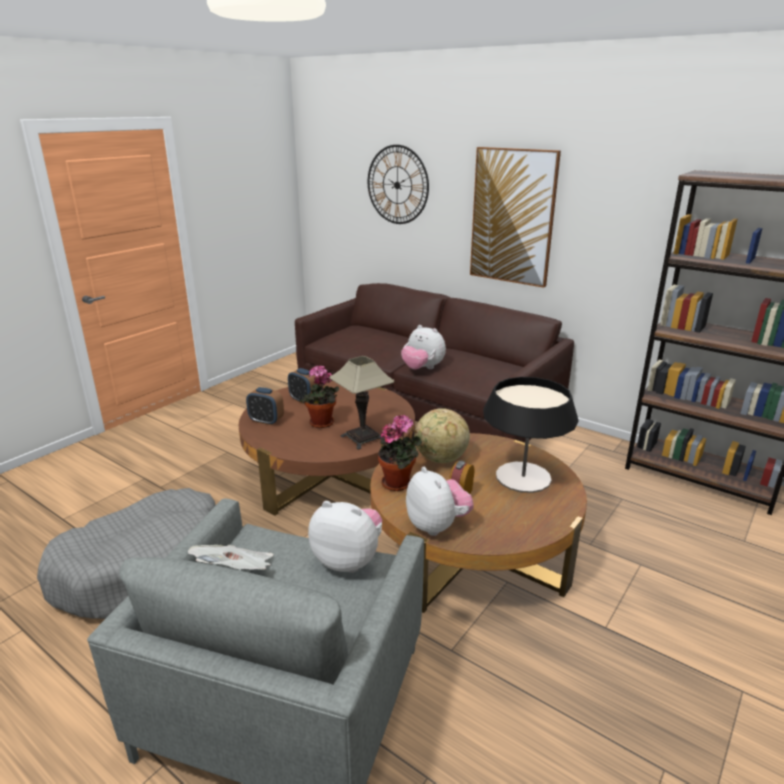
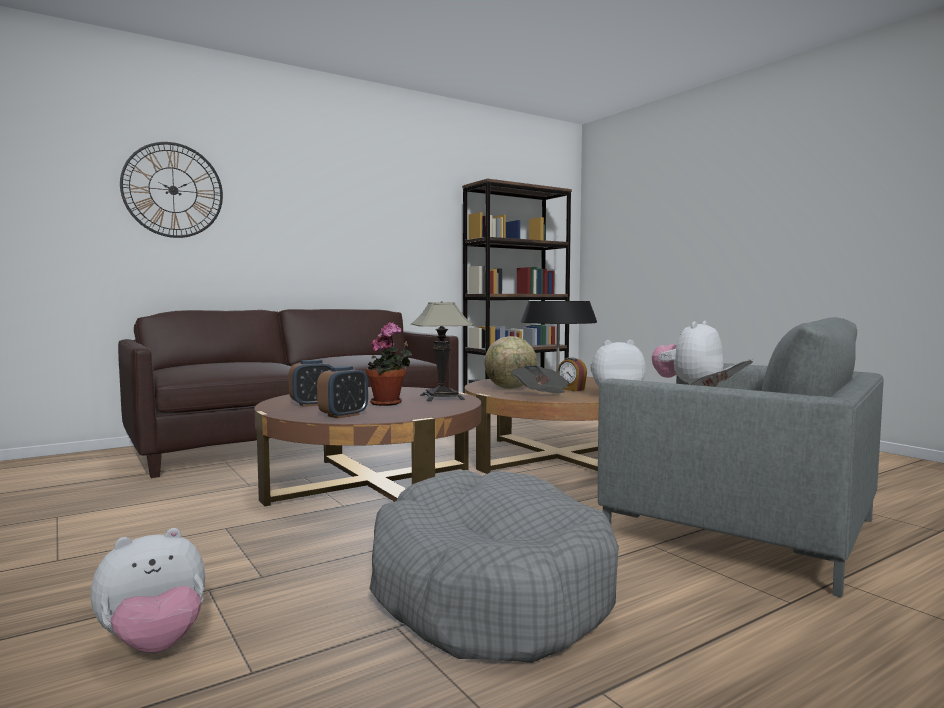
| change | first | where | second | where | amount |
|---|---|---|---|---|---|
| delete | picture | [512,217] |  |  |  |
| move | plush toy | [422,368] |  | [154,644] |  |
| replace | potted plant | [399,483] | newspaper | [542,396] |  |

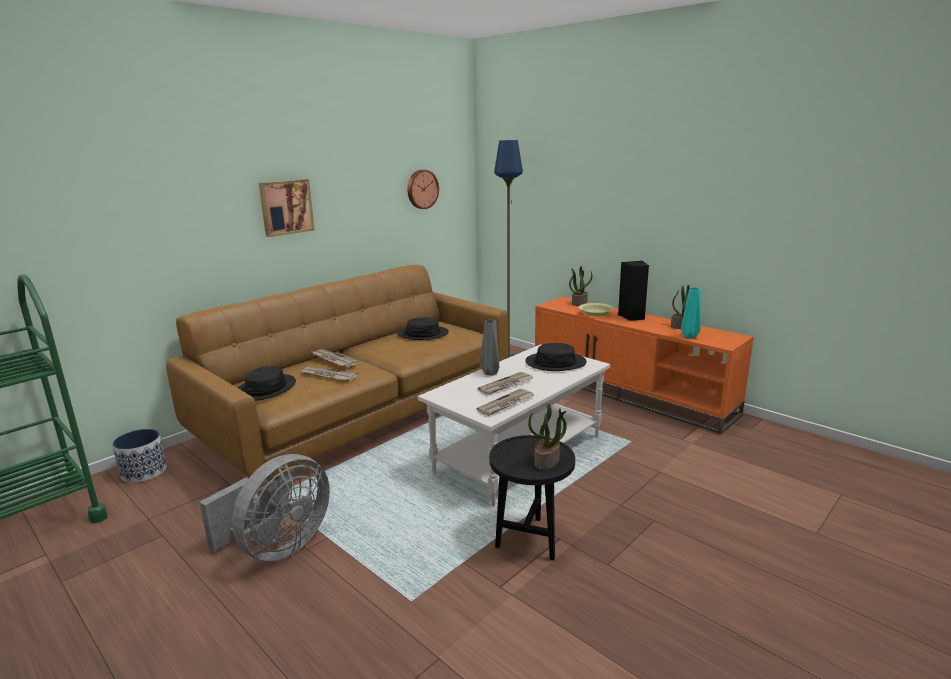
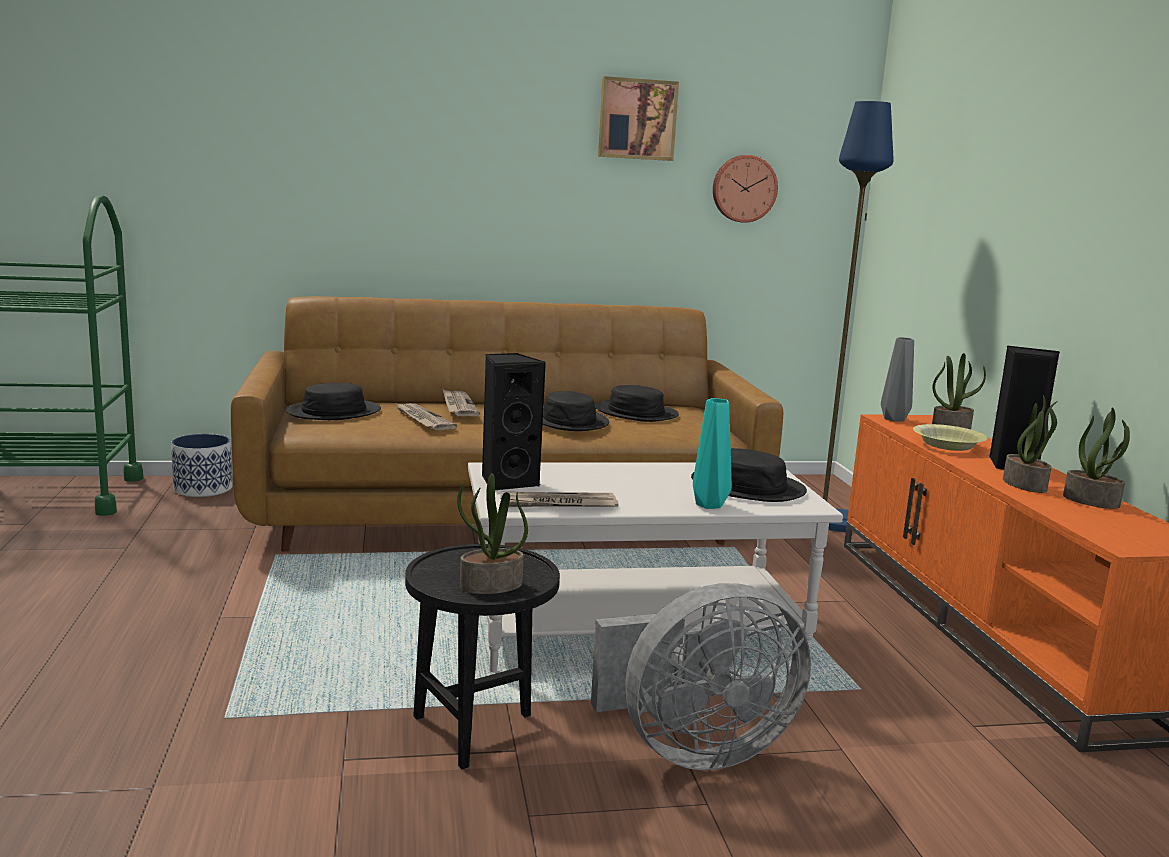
| change | first | where | second | where | amount |
|---|---|---|---|---|---|
| move | picture | [286,207] |  | [637,119] |  |
| move | turquoise vase | [690,336] |  | [710,505] |  |
| move | grey vase | [490,373] |  | [893,419] |  |
| delete | newspaper | [506,385] |  |  |  |
| move | grey fan | [278,547] |  | [693,750] |  |
| insert |  |  | black speaker | [507,481] |  |
| insert |  |  | black hat | [569,421] |  |
| insert |  |  | potted plant | [1025,485] |  |

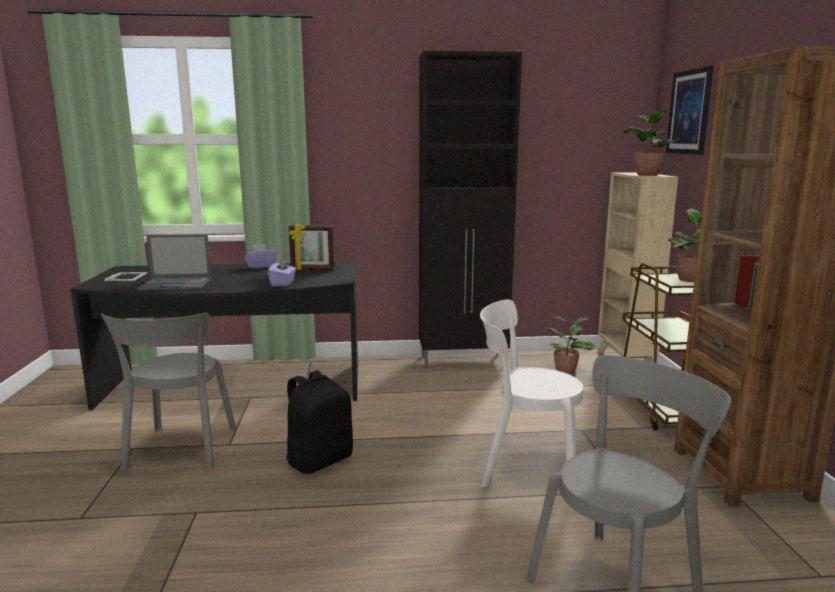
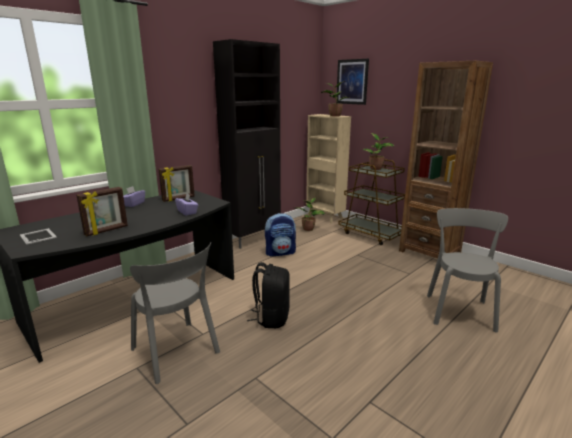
| change | first | where | second | where | amount |
|---|---|---|---|---|---|
| replace | laptop | [177,284] | picture frame | [106,231] |  |
| delete | white chair | [524,466] |  |  |  |
| insert |  |  | backpack | [280,252] |  |

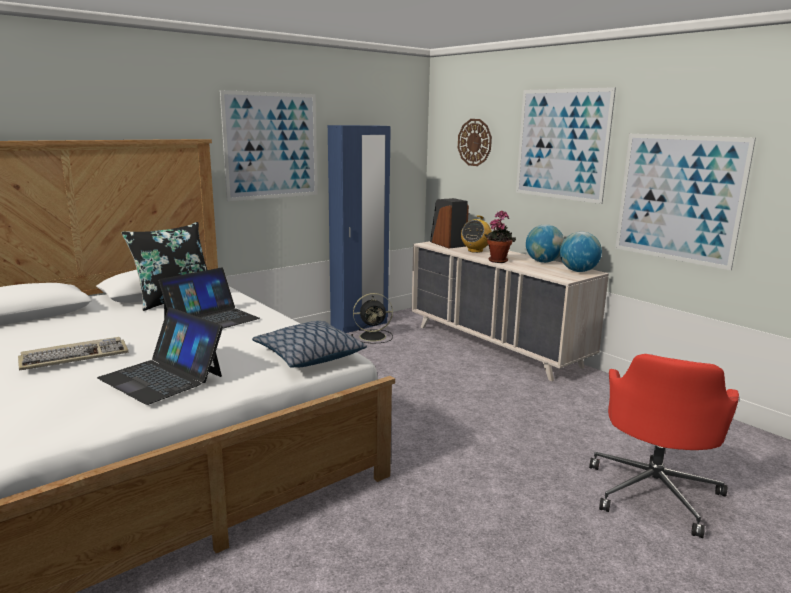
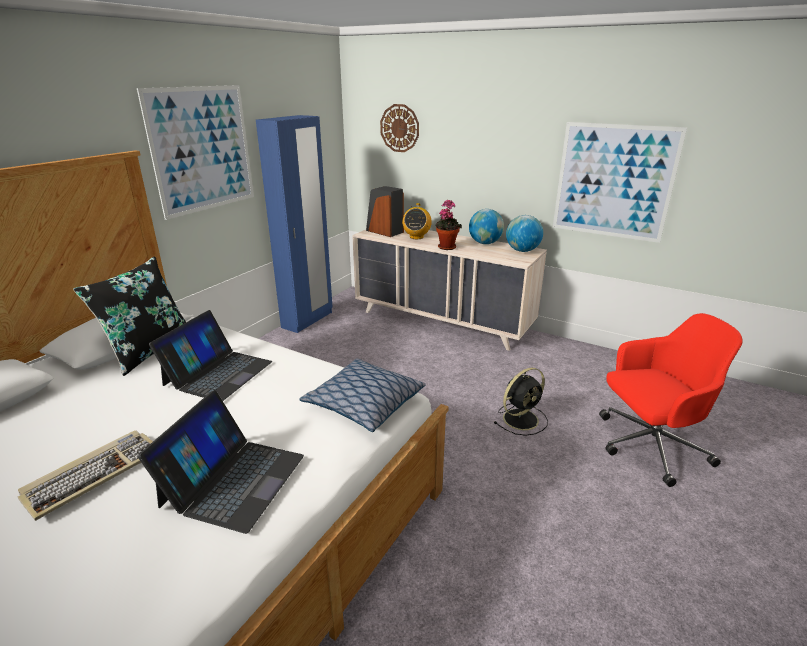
| change | first | where | second | where | amount |
|---|---|---|---|---|---|
| delete | picture | [561,144] |  |  |  |
| move | black fan | [374,336] |  | [522,419] |  |
| rotate | laptop | [162,377] |  | [233,480] | 90 degrees counterclockwise |
| rotate | red office chair | [654,492] |  | [649,446] | 105 degrees counterclockwise |

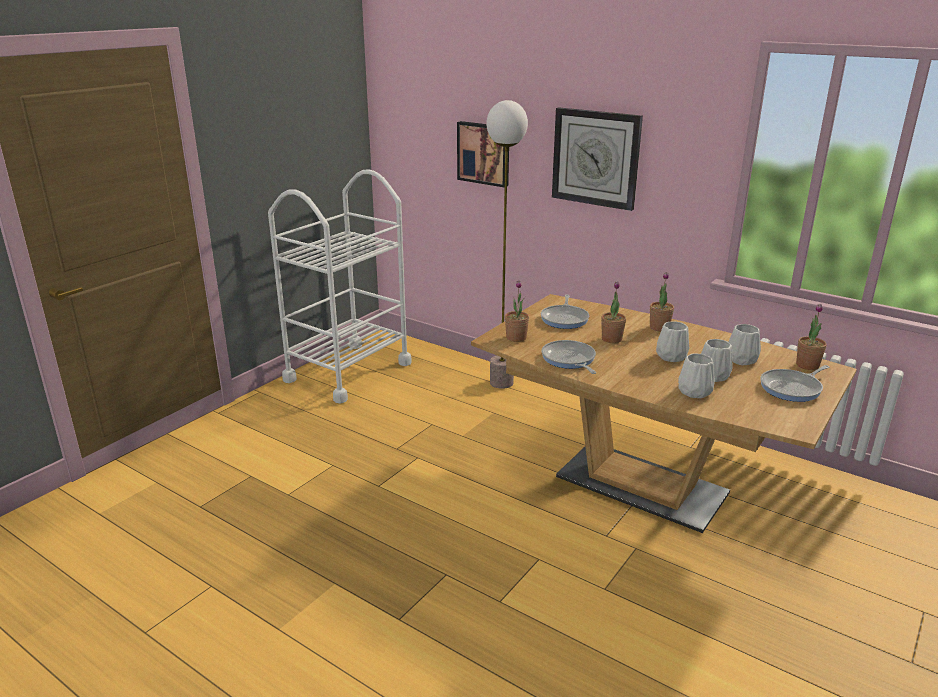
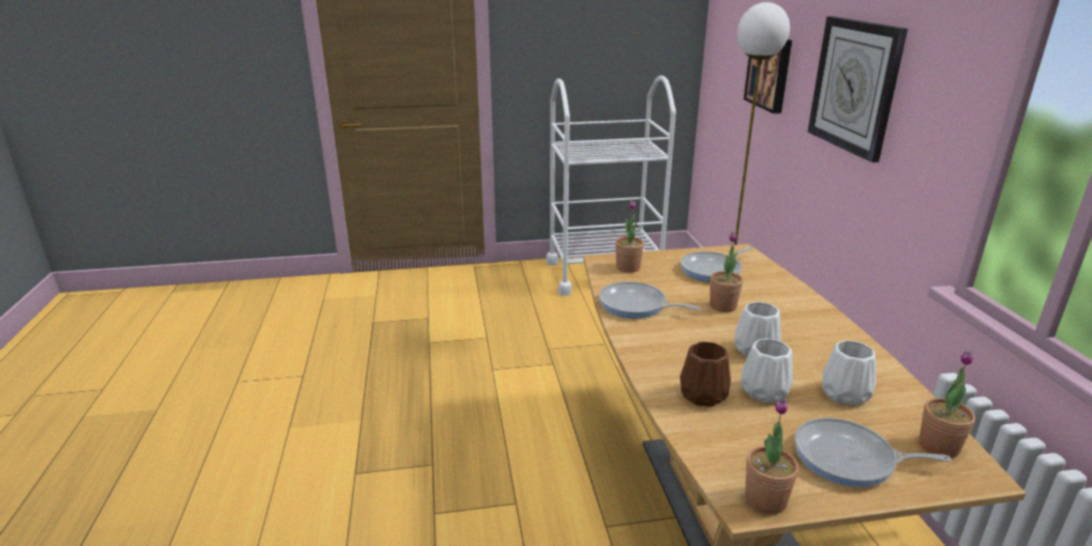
| change | first | where | second | where | amount |
|---|---|---|---|---|---|
| move | potted plant | [659,327] |  | [765,500] |  |
| rotate | frying pan | [569,360] |  | [636,305] | 90 degrees counterclockwise |
| recolor | white vase | [694,392] | brown vase | [701,395] |  |

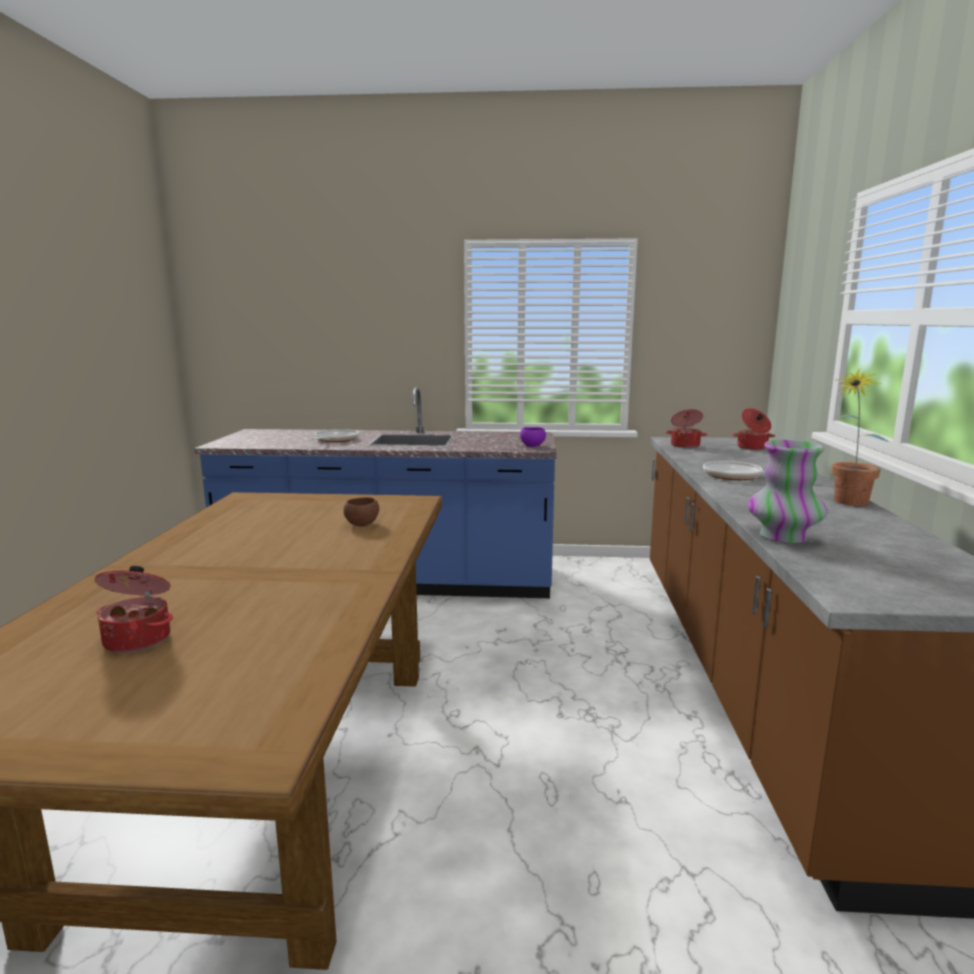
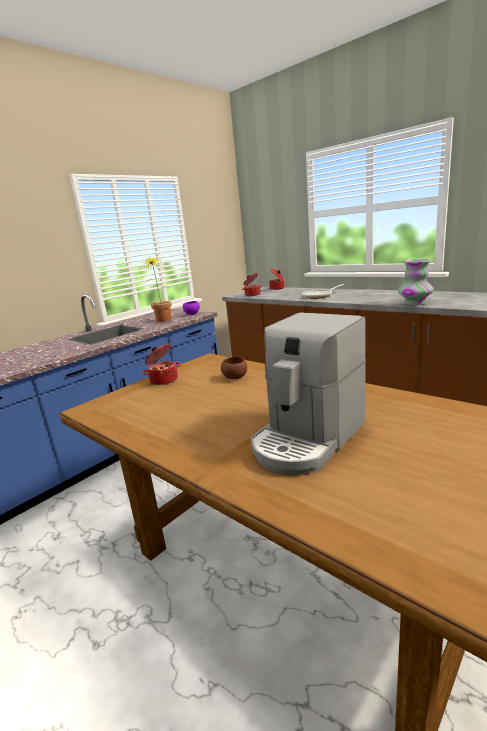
| change | first | where | second | where | amount |
|---|---|---|---|---|---|
| move | potted plant | [846,503] |  | [163,321] |  |
| delete | frying pan | [334,440] |  |  |  |
| move | cooking pot | [139,639] |  | [163,380] |  |
| insert |  |  | coffee machine | [308,439] |  |

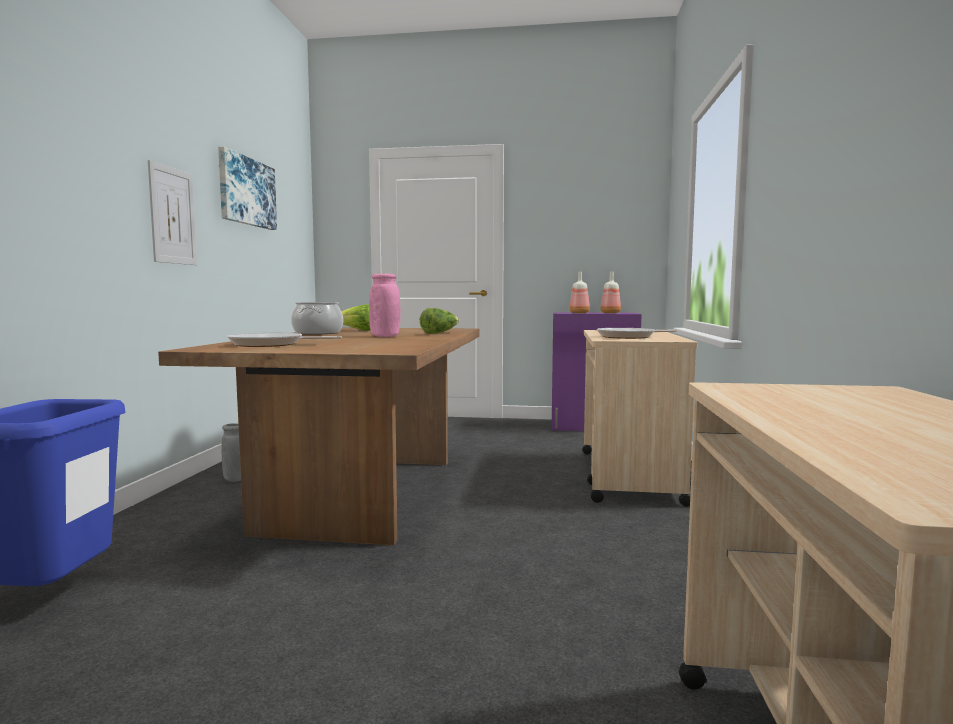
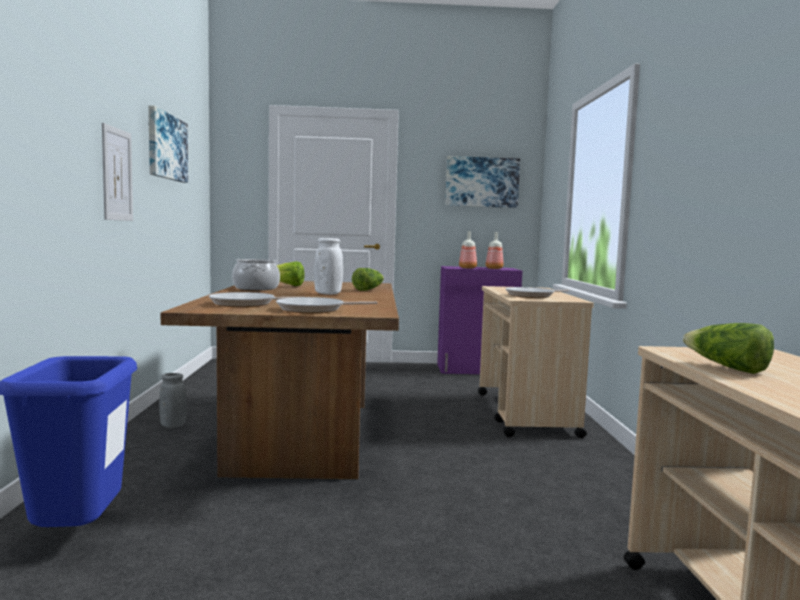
| change | first | where | second | where | amount |
|---|---|---|---|---|---|
| recolor | pink vase | [385,336] | white vase | [328,294] |  |
| insert |  |  | picture | [482,182] |  |
| insert |  |  | frying pan | [315,310] |  |
| insert |  |  | lettuce | [727,368] |  |

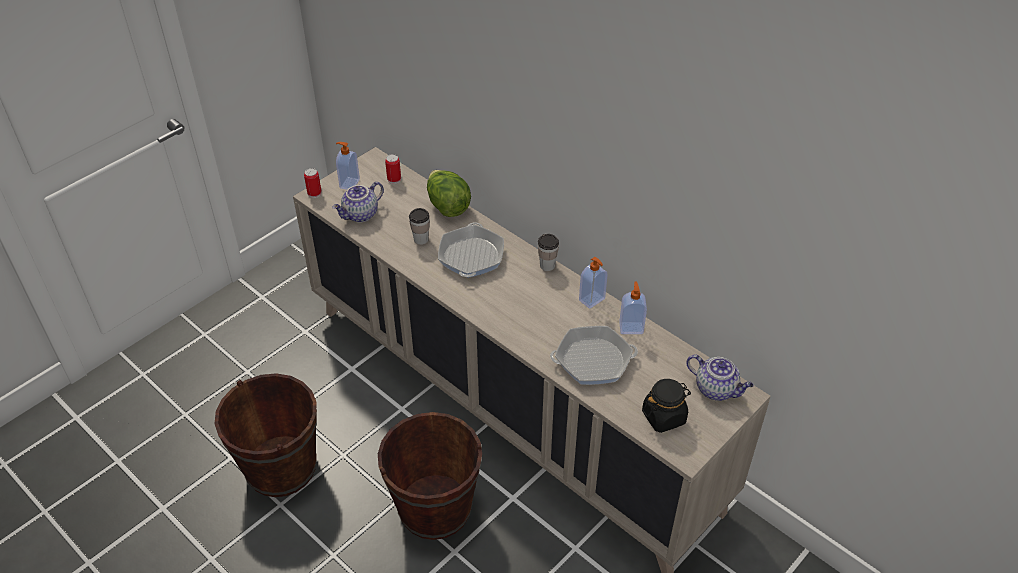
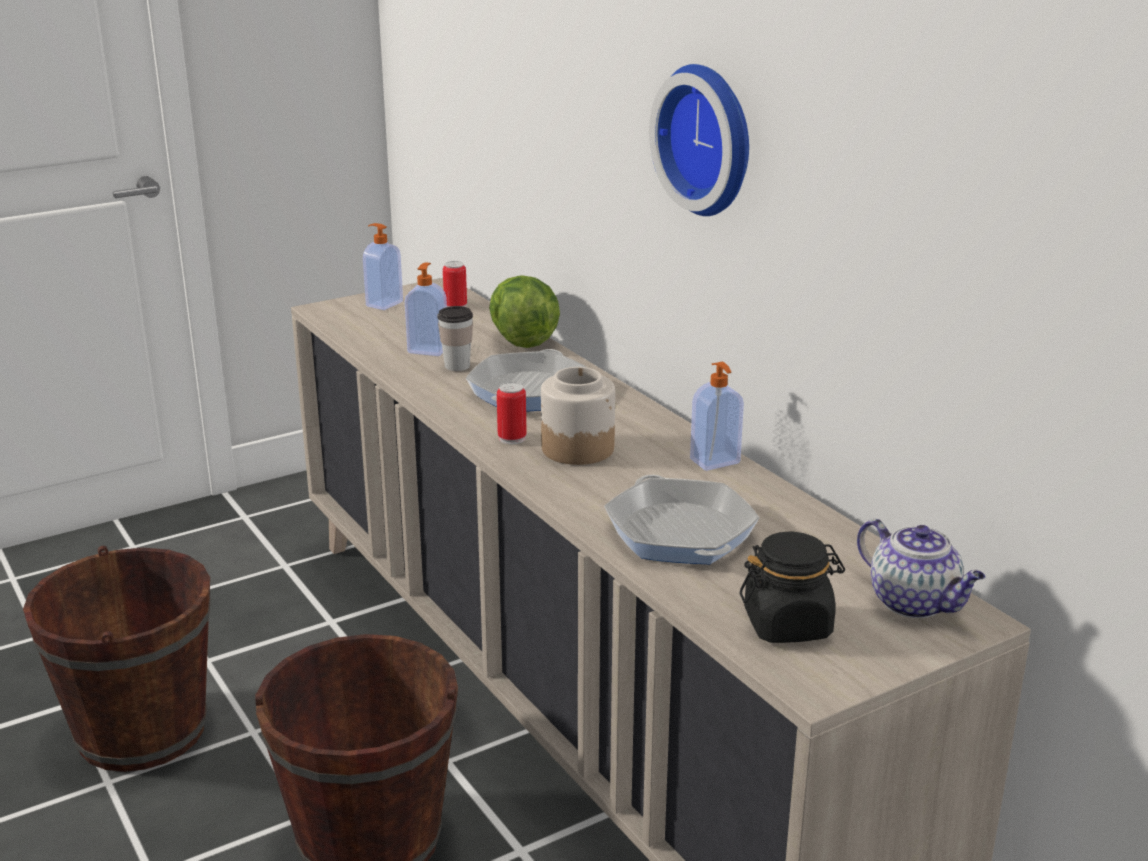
| change | first | where | second | where | amount |
|---|---|---|---|---|---|
| move | can | [314,193] |  | [512,438] |  |
| delete | teapot | [361,215] |  |  |  |
| delete | cup | [547,266] |  |  |  |
| move | soap dispenser | [631,327] |  | [428,350] |  |
| rotate | frying pan | [593,360] |  | [680,532] | 60 degrees clockwise |
| insert |  |  | wall clock | [710,139] |  |
| insert |  |  | jar | [577,448] |  |

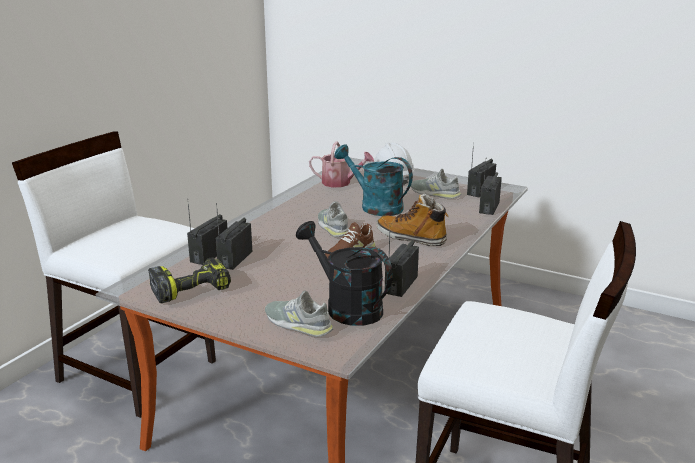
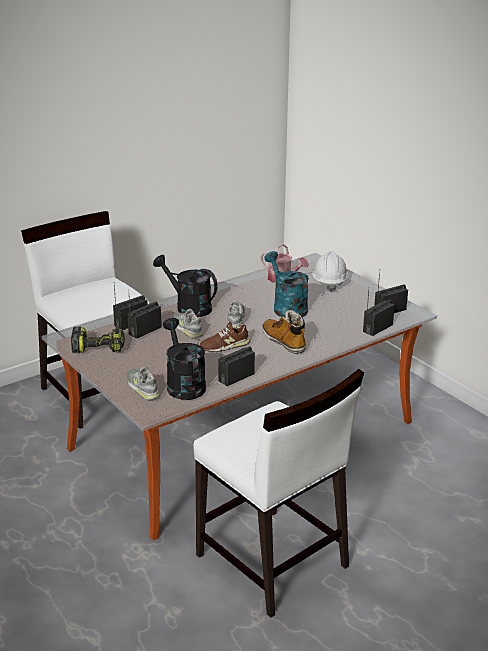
| change | first | where | second | where | amount |
|---|---|---|---|---|---|
| move | grey shoe | [435,193] |  | [187,328] |  |
| insert |  |  | black watering can | [188,307] |  |

